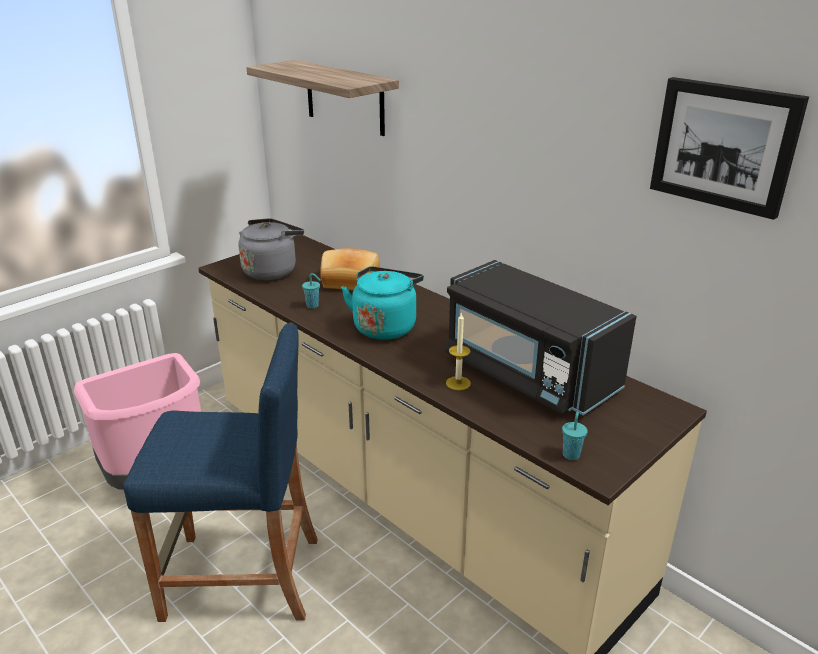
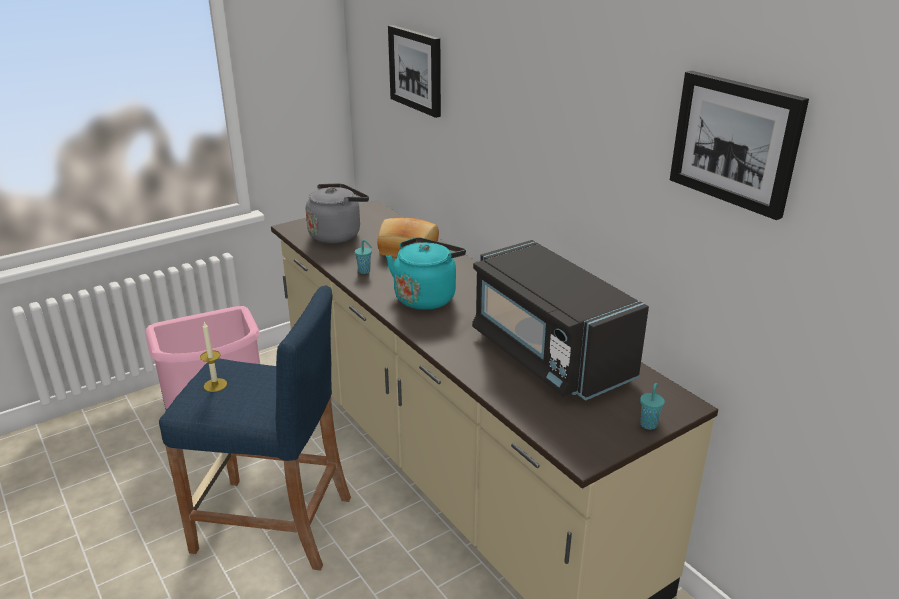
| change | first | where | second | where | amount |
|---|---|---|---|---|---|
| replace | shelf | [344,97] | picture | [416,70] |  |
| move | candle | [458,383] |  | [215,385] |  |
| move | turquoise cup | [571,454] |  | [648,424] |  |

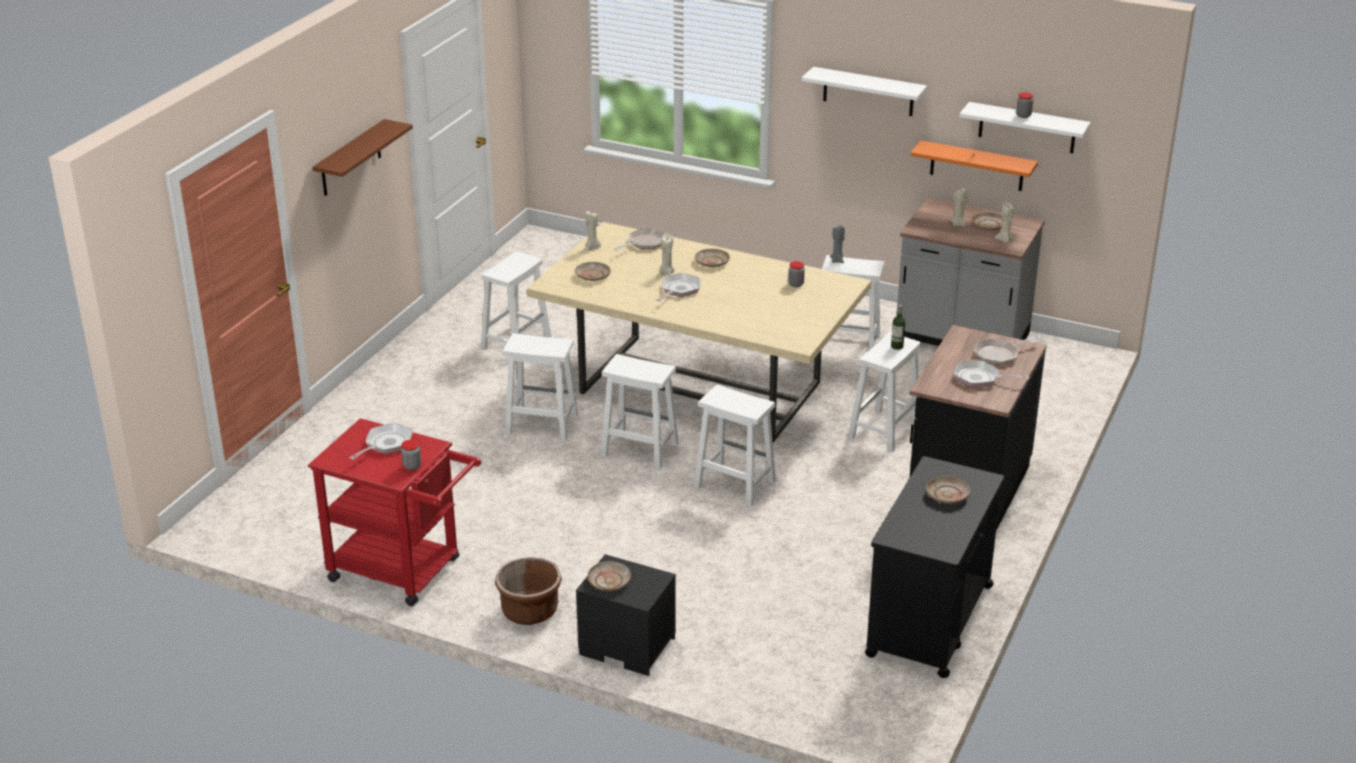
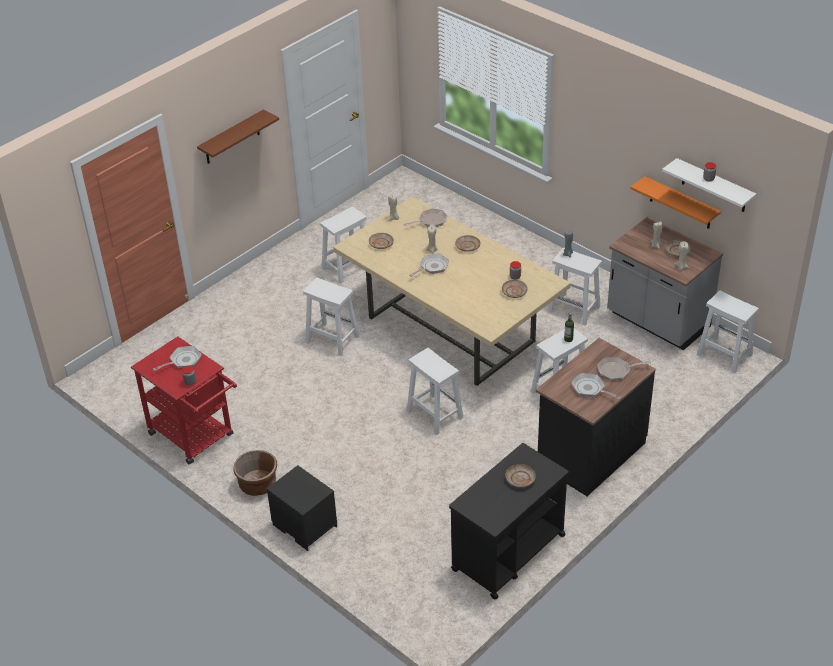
| change | first | where | second | where | amount |
|---|---|---|---|---|---|
| delete | white shelf | [868,92] |  |  |  |
| move | white stool | [638,449] |  | [723,354] |  |
| move | beige plate | [609,581] |  | [514,292] |  |

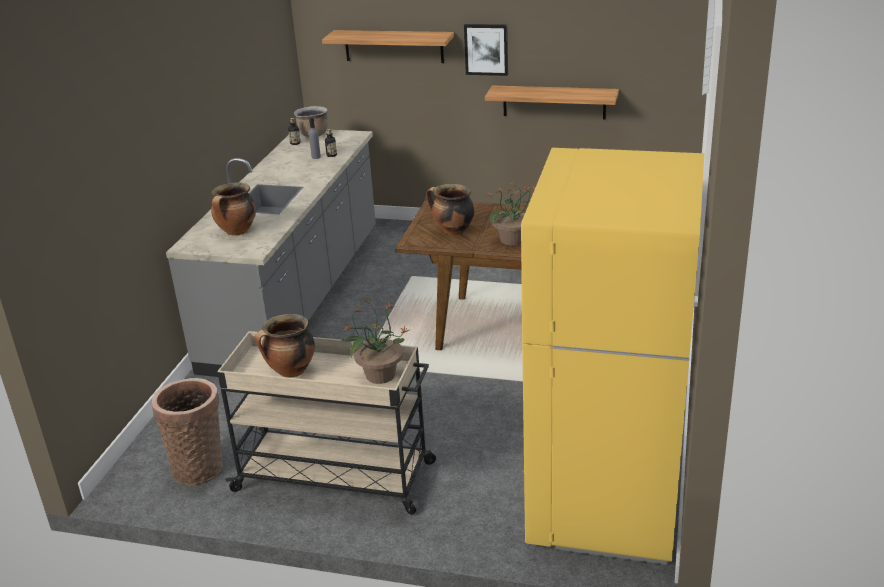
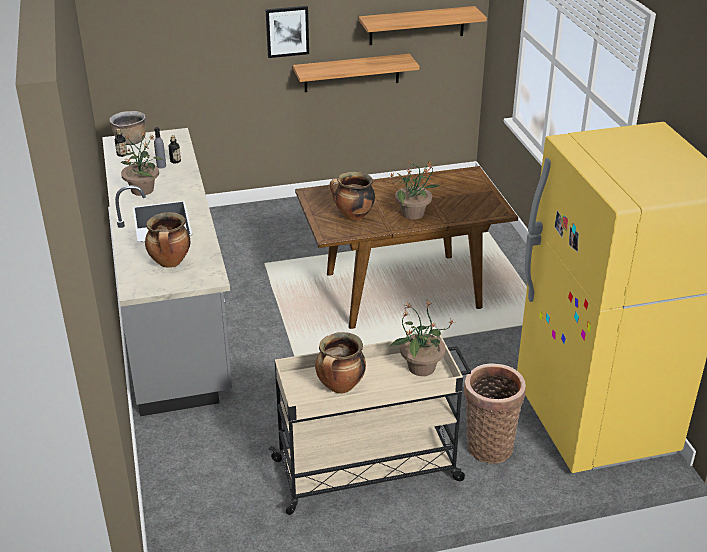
| change | first | where | second | where | amount |
|---|---|---|---|---|---|
| move | shelf | [394,46] |  | [417,25] |  |
| move | basket | [199,466] |  | [488,444] |  |
| insert |  |  | potted plant | [143,189] |  |

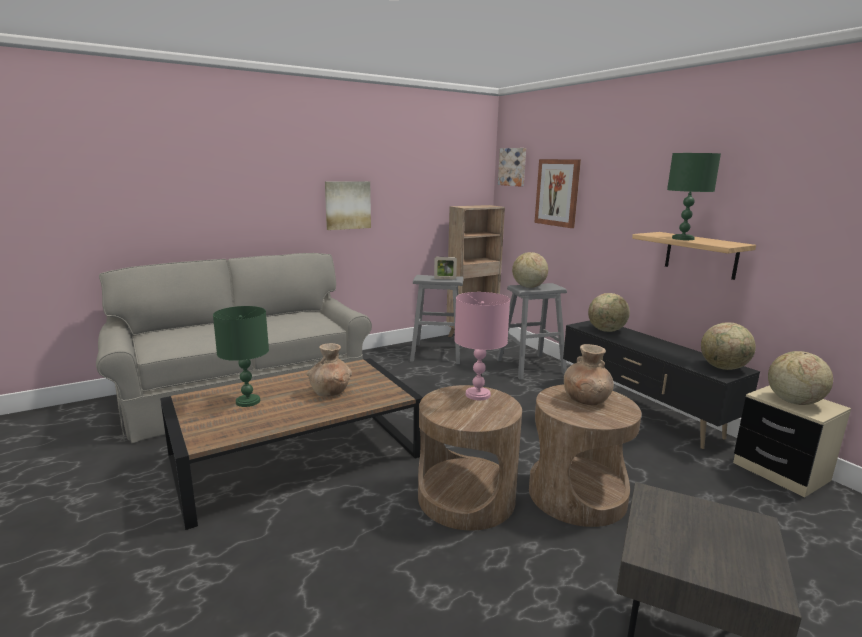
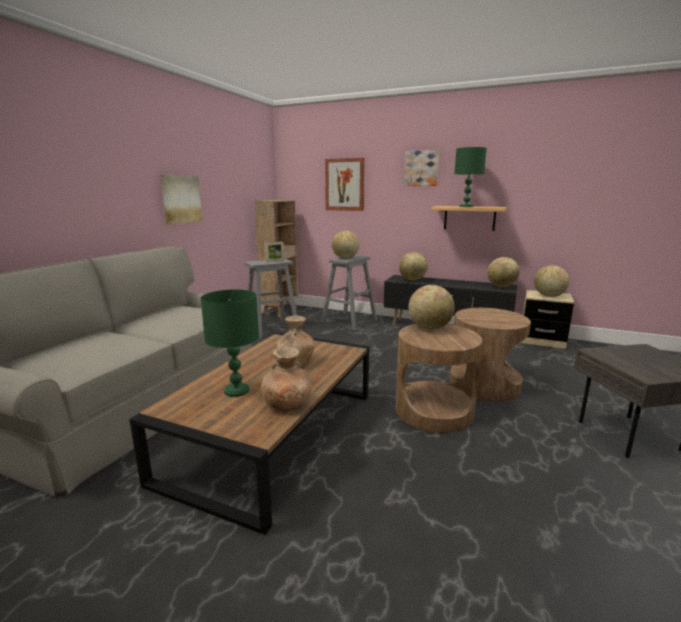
| change | first | where | second | where | amount |
|---|---|---|---|---|---|
| move | picture | [513,167] |  | [421,168] |  |
| replace | pink table lamp | [478,394] | globe | [429,328] |  |
| move | brown vase | [586,400] |  | [287,405] |  |

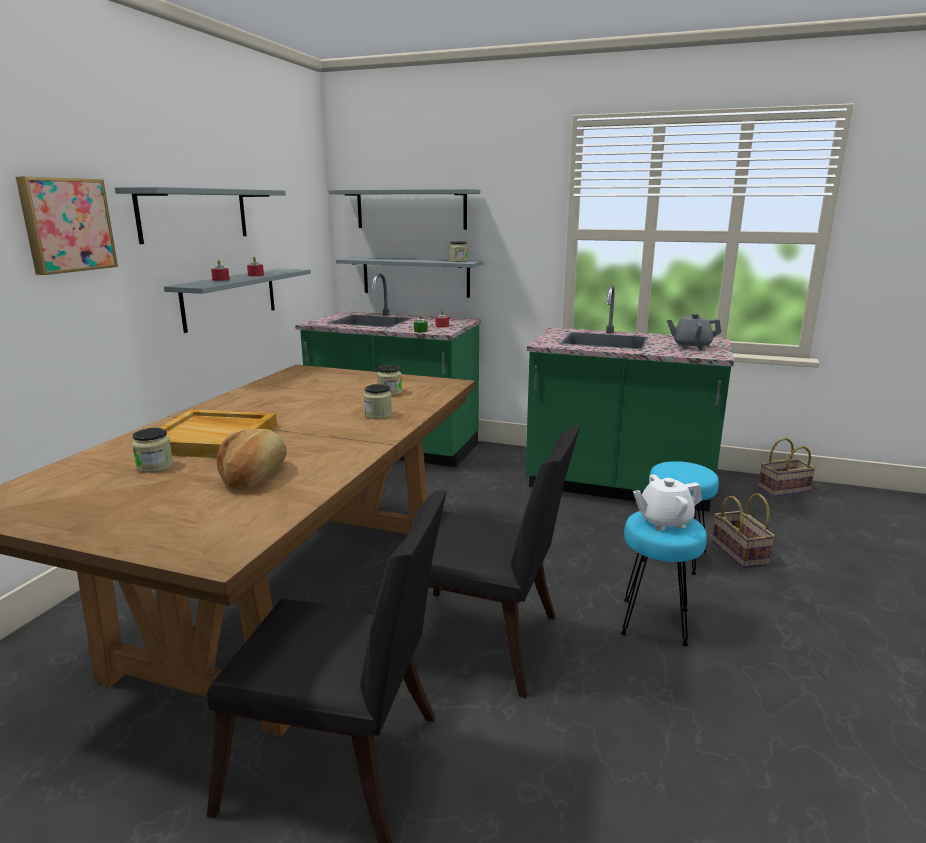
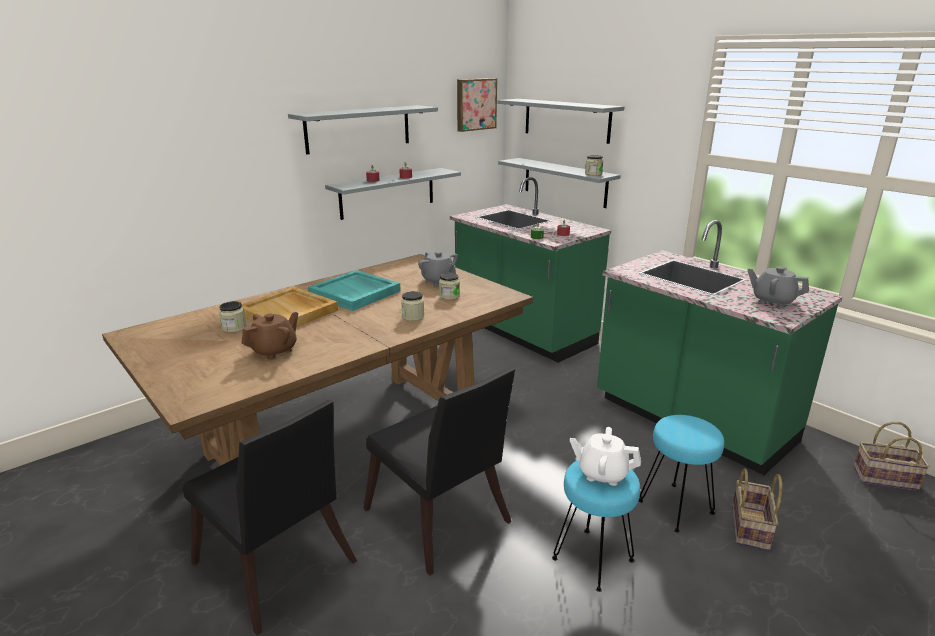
| change | first | where | second | where | amount |
|---|---|---|---|---|---|
| move | picture | [66,225] |  | [475,104] |  |
| replace | bread | [255,476] | brown teapot | [274,351] |  |
| insert |  |  | grey teapot | [438,281] |  |
| insert |  |  | turquoise tray | [356,293] |  |

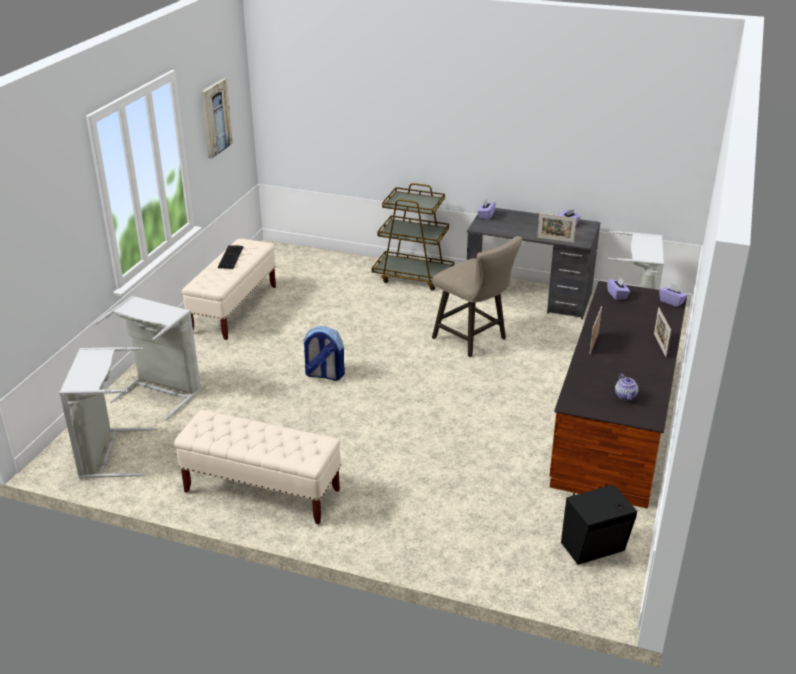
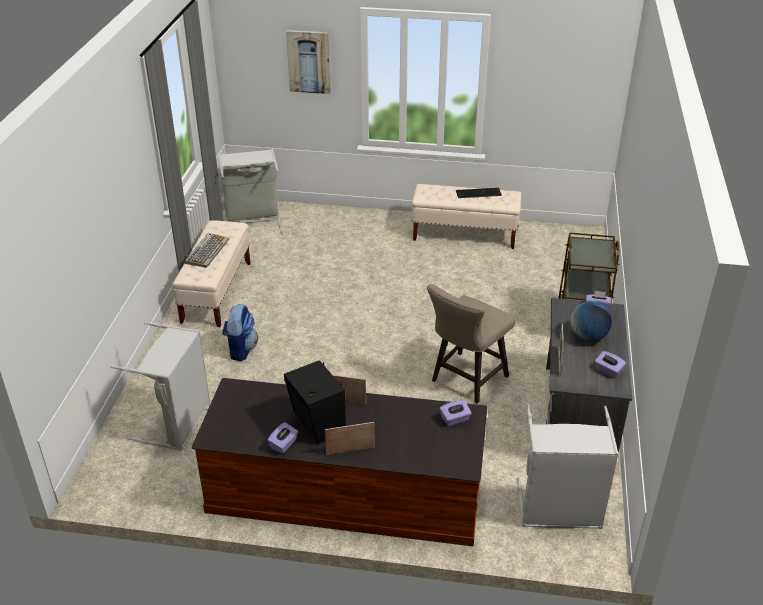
| change | first | where | second | where | amount |
|---|---|---|---|---|---|
| move | picture | [215,118] |  | [309,61] |  |
| move | purple tissue box | [671,302] |  | [284,444] |  |
| move | grey laundry basket | [161,392] |  | [178,423] |  |
| move | backpack | [324,375] |  | [241,349] |  |
| delete | teapot | [626,396] |  |  |  |
| move | black speaker | [595,548] |  | [317,424] |  |
| insert |  |  | keyboard | [207,251] |  |
| insert |  |  | globe | [588,337] |  |

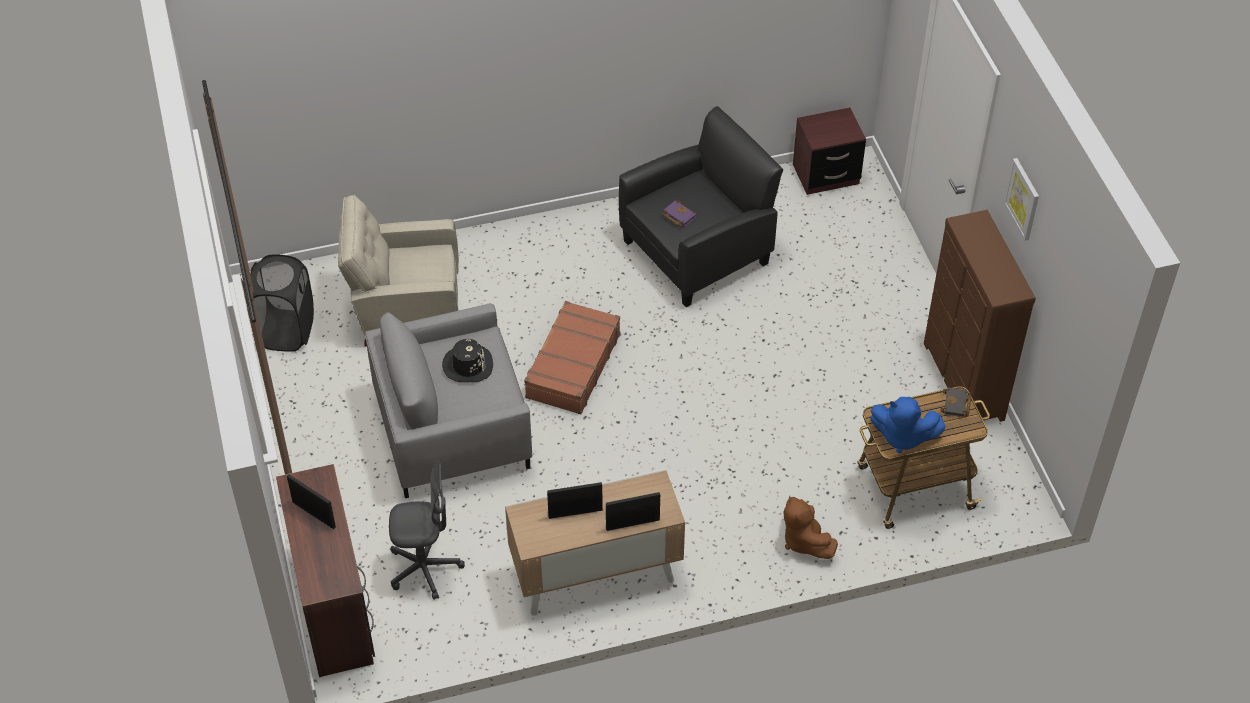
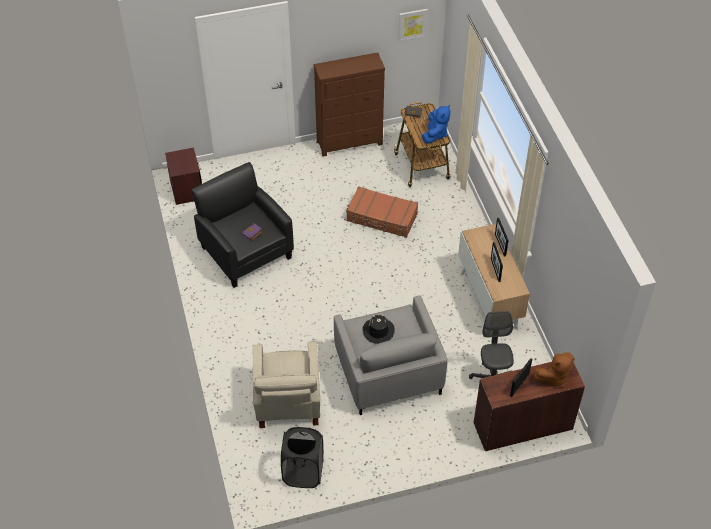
| change | first | where | second | where | amount |
|---|---|---|---|---|---|
| move | picture | [1023,199] |  | [412,24] |  |
| move | brown suitcase | [572,366] |  | [382,218] |  |
| move | brown plush toy | [804,540] |  | [553,377] |  |

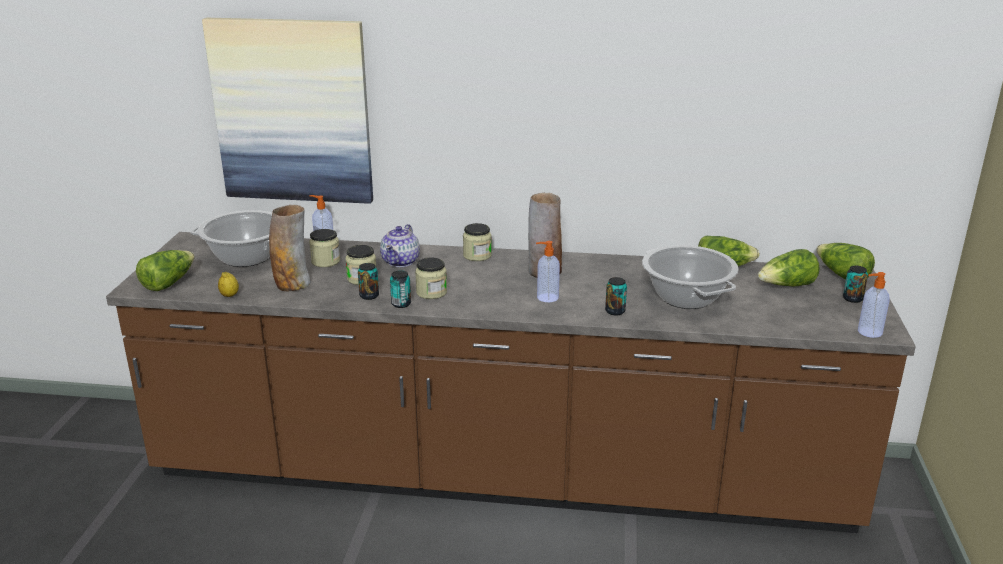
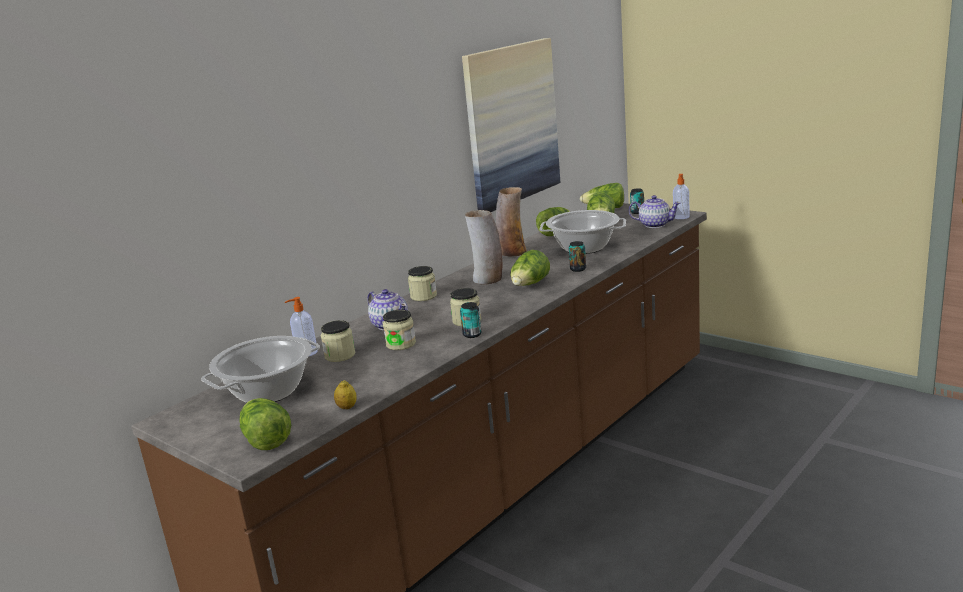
| change | first | where | second | where | amount |
|---|---|---|---|---|---|
| move | picture | [292,111] |  | [511,124] |  |
| move | vase | [292,284] |  | [513,252] |  |
| replace | soap dispenser | [546,297] | lettuce | [530,285] |  |
| delete | can | [369,296] |  |  |  |
| insert |  |  | teapot | [654,225] |  |

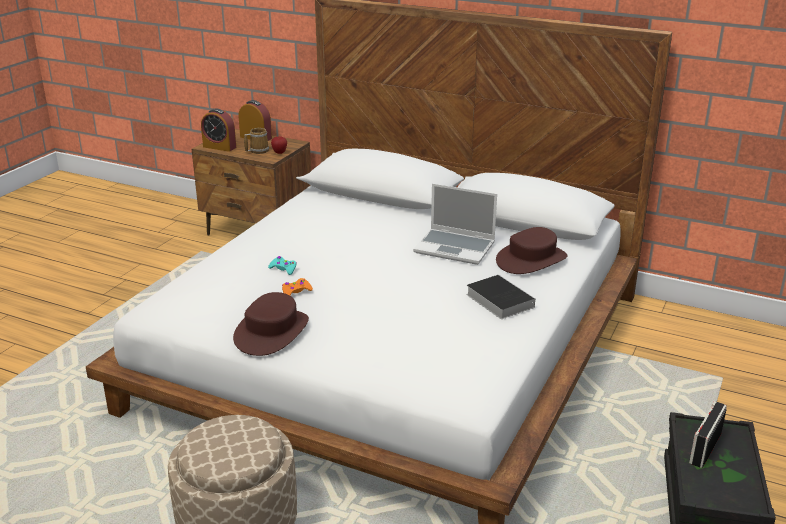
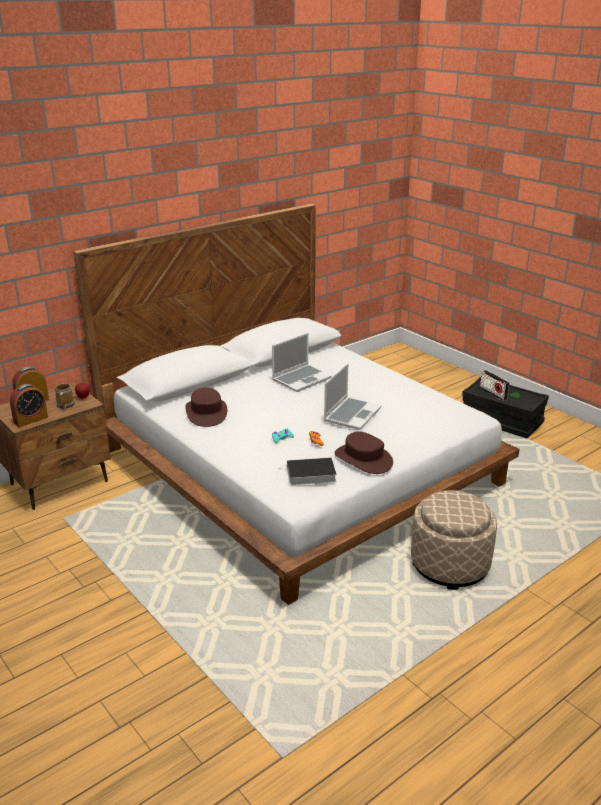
| change | first | where | second | where | amount |
|---|---|---|---|---|---|
| move | brown hat | [531,260] |  | [206,413] |  |
| move | book | [498,300] |  | [309,474] |  |
| insert |  |  | laptop | [352,414] |  |

